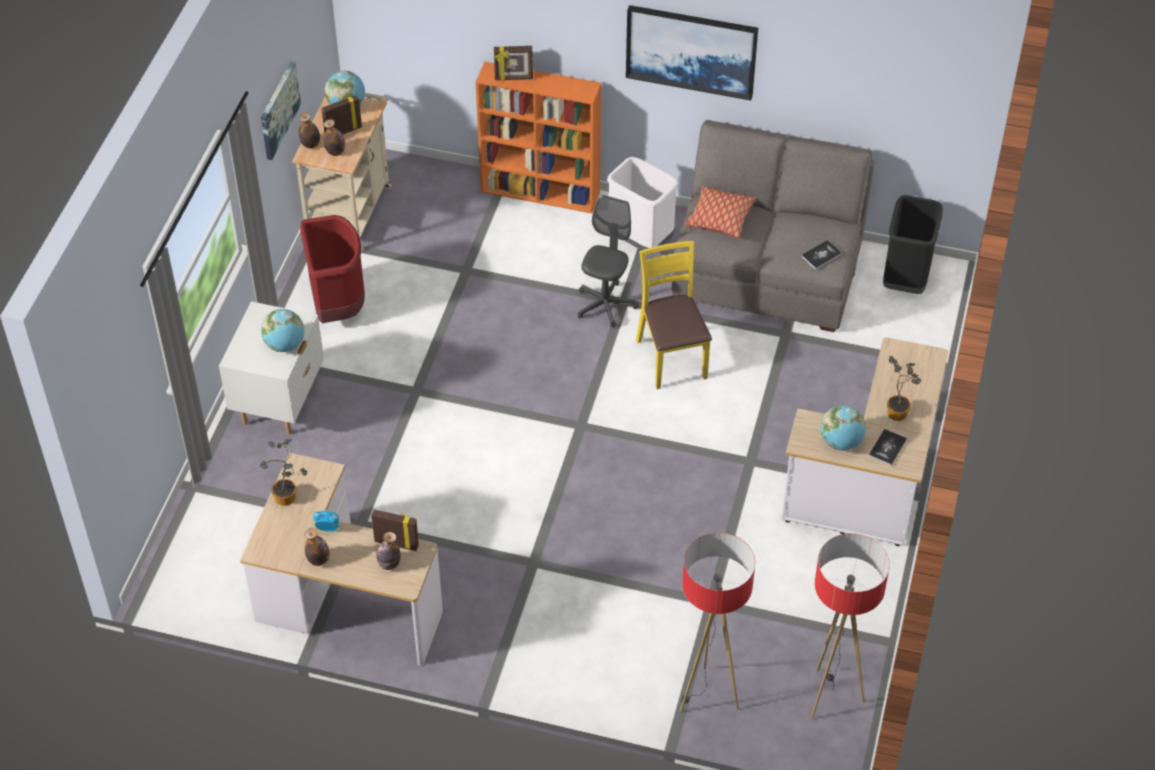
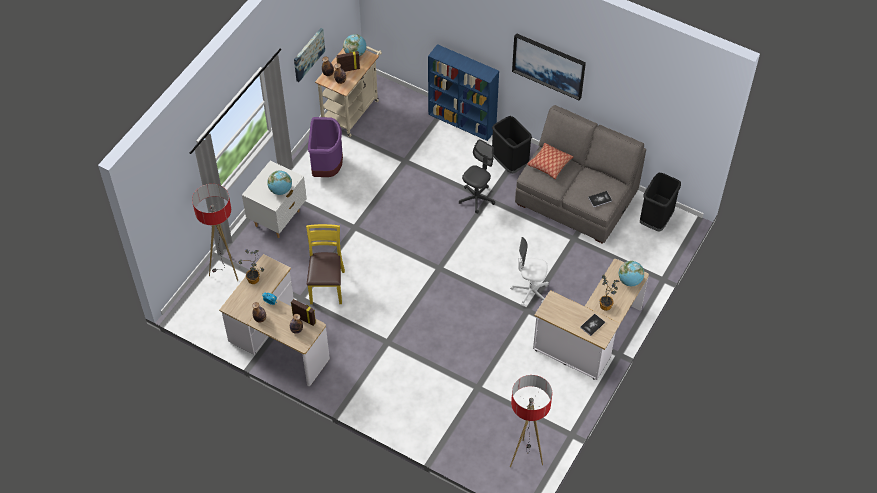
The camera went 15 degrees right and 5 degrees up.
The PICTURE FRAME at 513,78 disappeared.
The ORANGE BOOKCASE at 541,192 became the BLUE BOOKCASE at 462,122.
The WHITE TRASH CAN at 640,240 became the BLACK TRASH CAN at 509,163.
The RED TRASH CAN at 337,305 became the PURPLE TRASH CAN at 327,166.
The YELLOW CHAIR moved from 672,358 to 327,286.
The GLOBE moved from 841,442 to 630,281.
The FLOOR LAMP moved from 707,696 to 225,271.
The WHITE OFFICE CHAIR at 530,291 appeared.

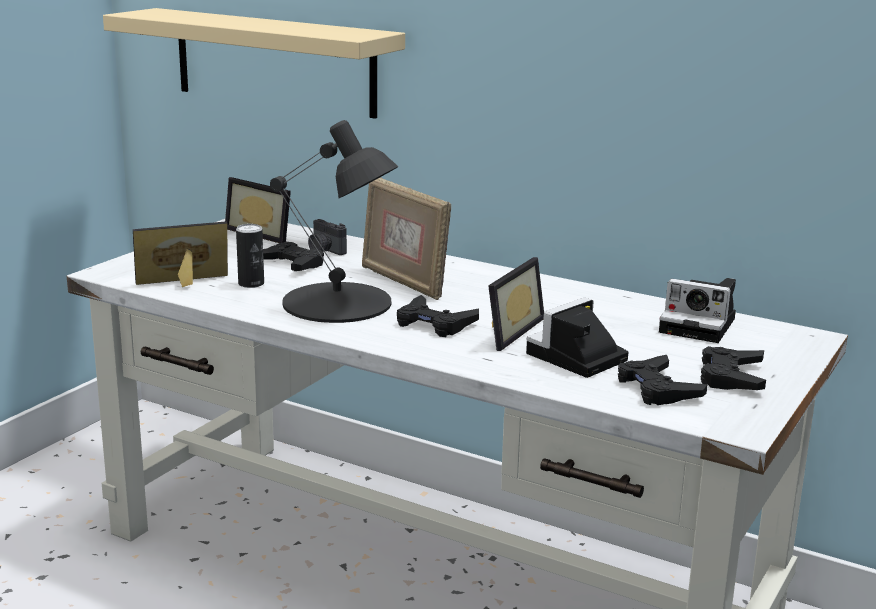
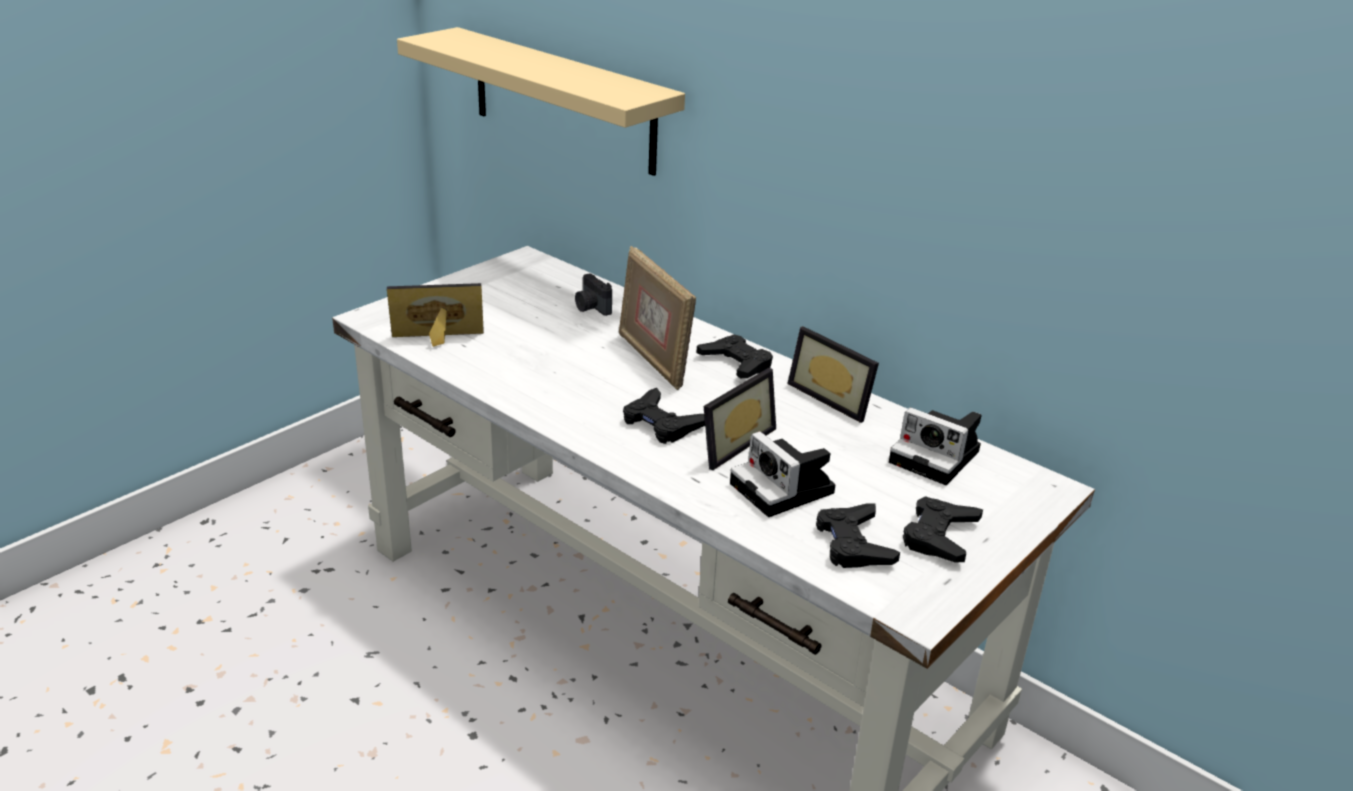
The camera went 10 degrees right and 10 degrees up.
The BLACK TABLE LAMP at 338,303 disappeared.
The PICTURE FRAME moved from 263,233 to 834,397.
The CAN at 251,284 disappeared.
The BLACK GAME CONTROLLER moved from 290,264 to 736,363.
The PHOTO CAMERA at 575,358 turned 90 degrees counterclockwise.

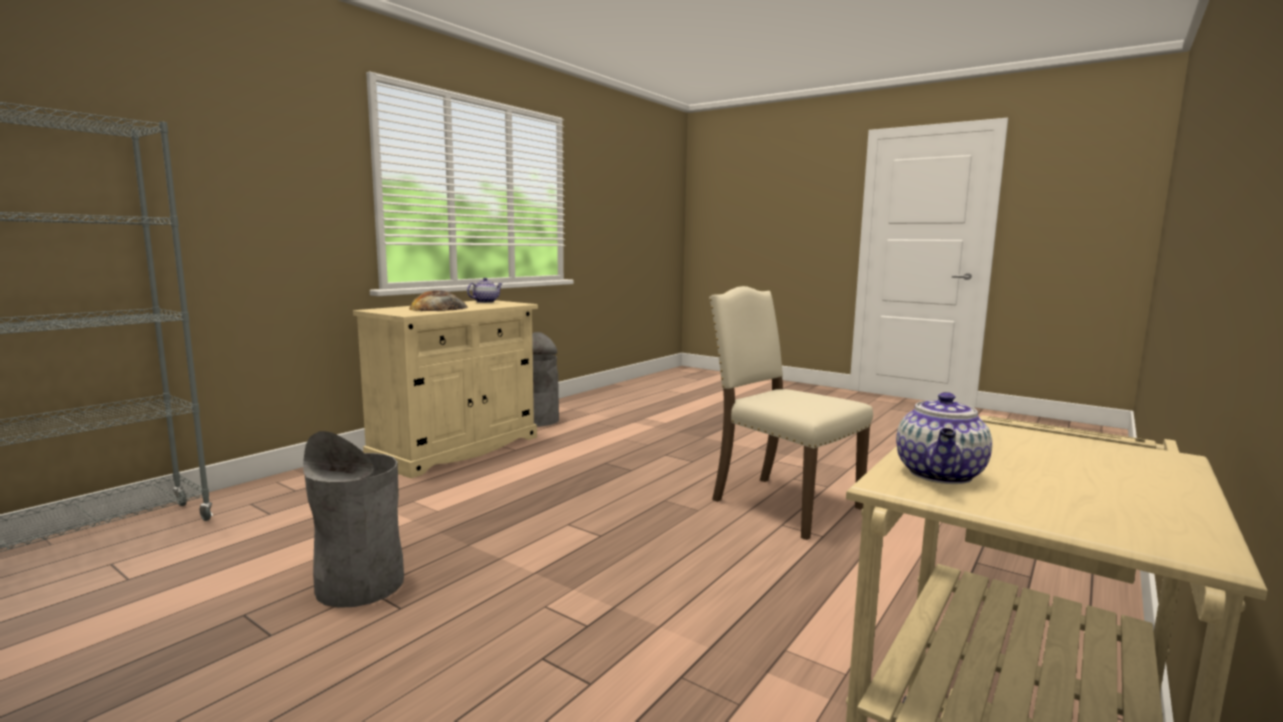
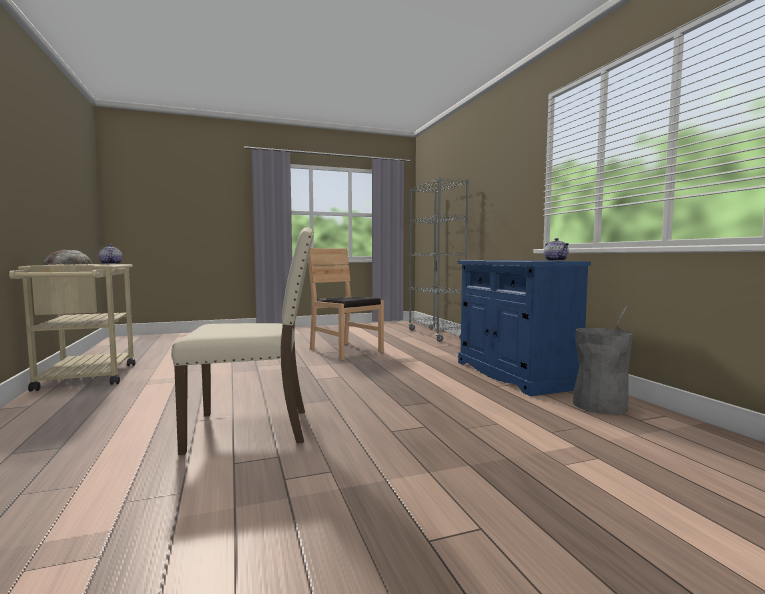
The camera went 125 degrees right and 5 degrees down.
The BREAD moved from 438,308 to 67,264.
The BEIGE CABINET at 456,448 became the BLUE CABINET at 513,374.
The GREY TRASH CAN at 360,585 was replaced by the BROWN CHAIR at 345,351.

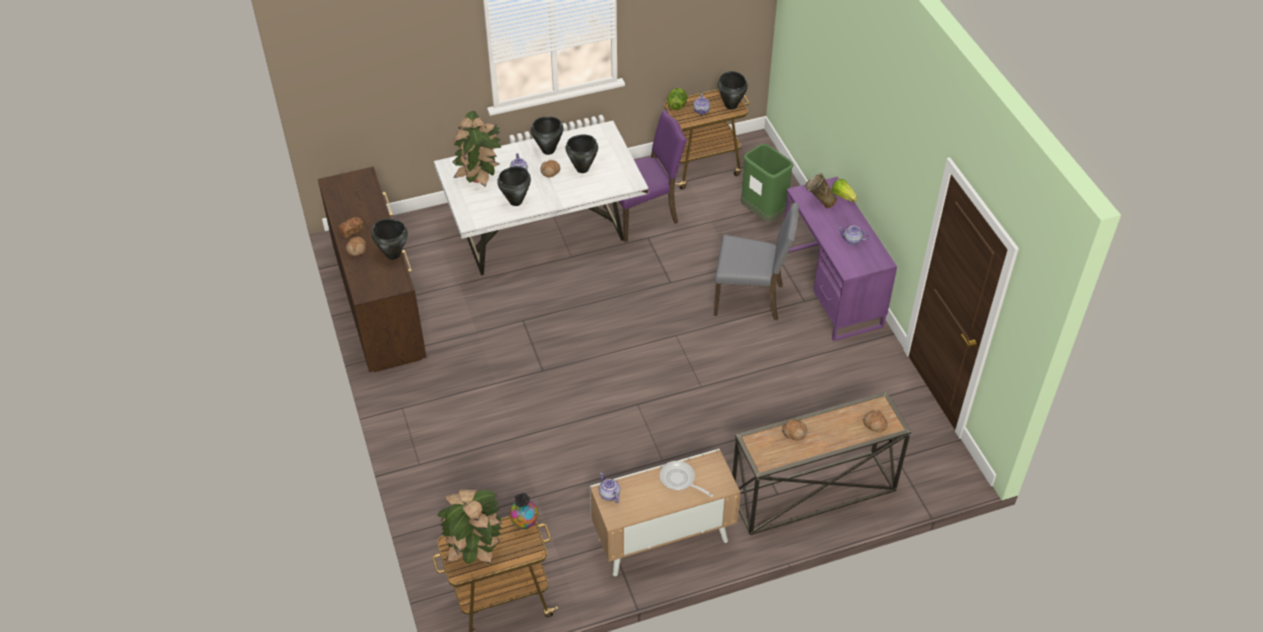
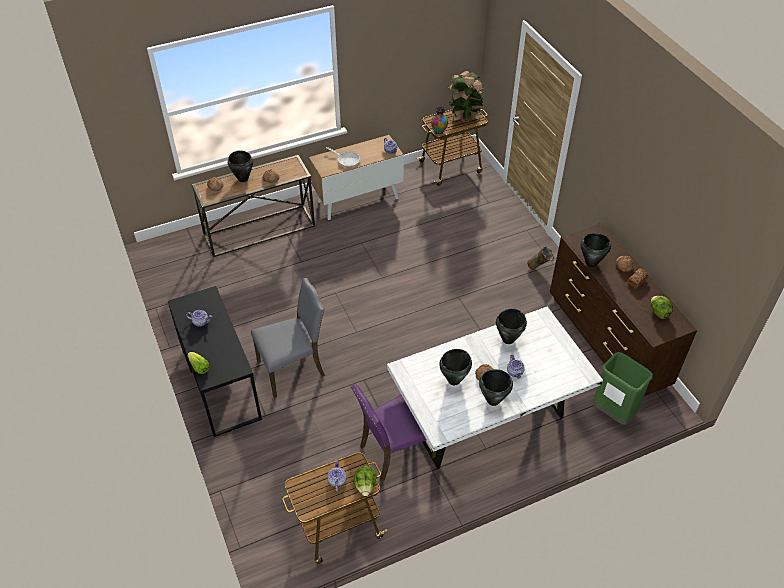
The camera went 175 degrees right and 0 degrees up.
The BLACK COOKING POT moved from 731,105 to 243,179.
The POTTED PLANT at 479,177 disappeared.
The GREEN TRASH CAN moved from 763,214 to 613,412.
The BEIGE VASE moved from 818,204 to 539,268.
The PURPLE DESK at 830,289 became the BLACK DESK at 221,383.
The GREY CHAIR at 750,298 turned 150 degrees clockwise.
The LETTUCE at 658,312 appeared.

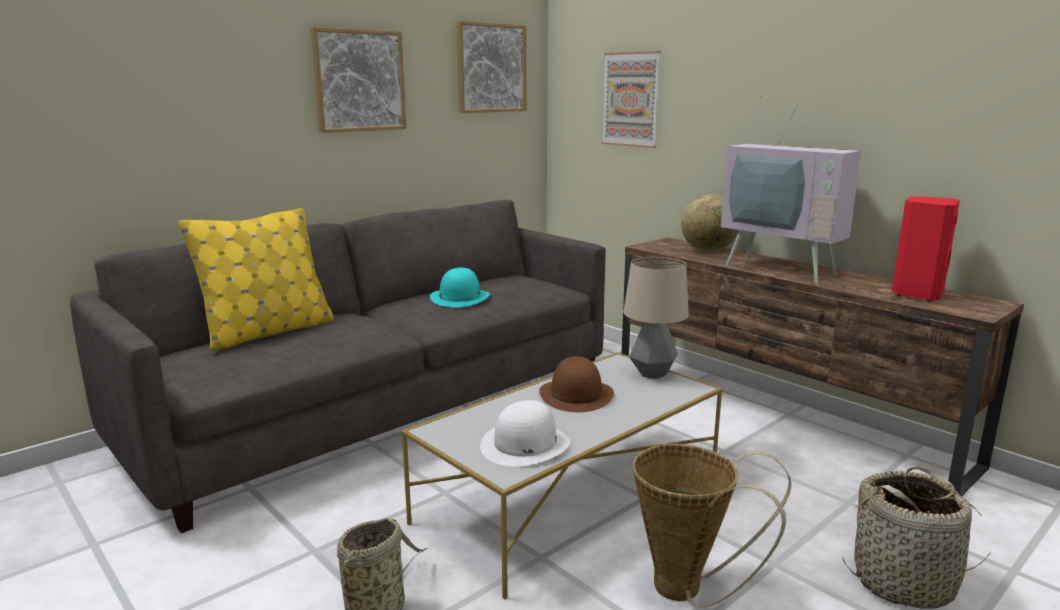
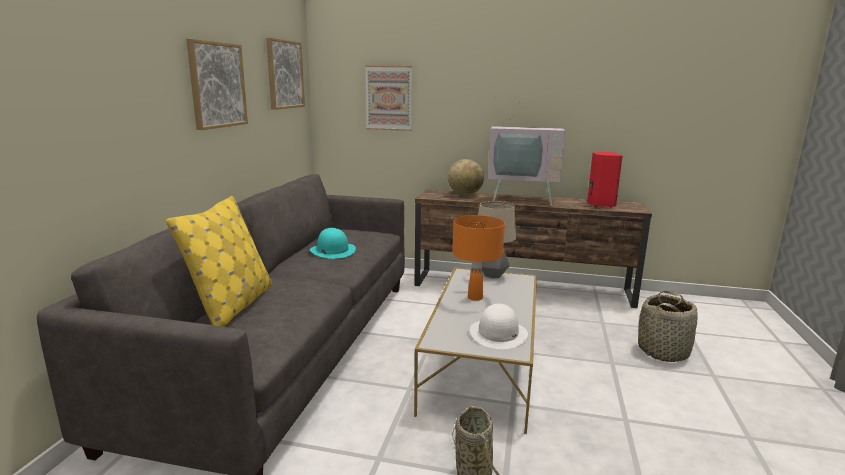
The camera went 35 degrees left and 0 degrees up.
The BROWN HAT at 576,394 was replaced by the ORANGE TABLE LAMP at 475,297.
The BASKET at 688,591 disappeared.

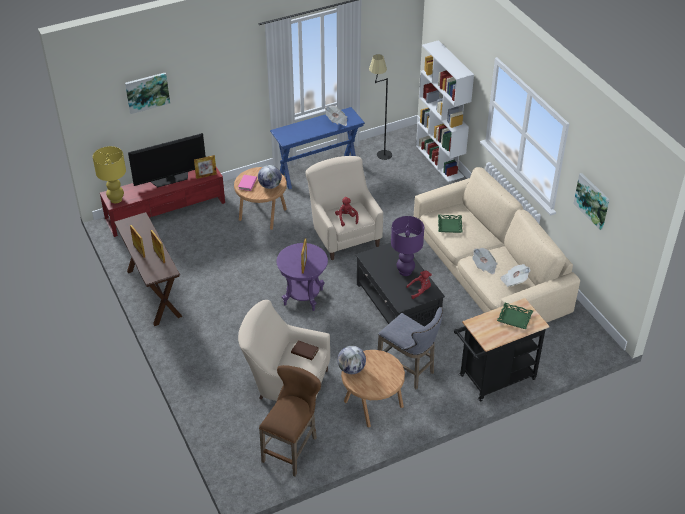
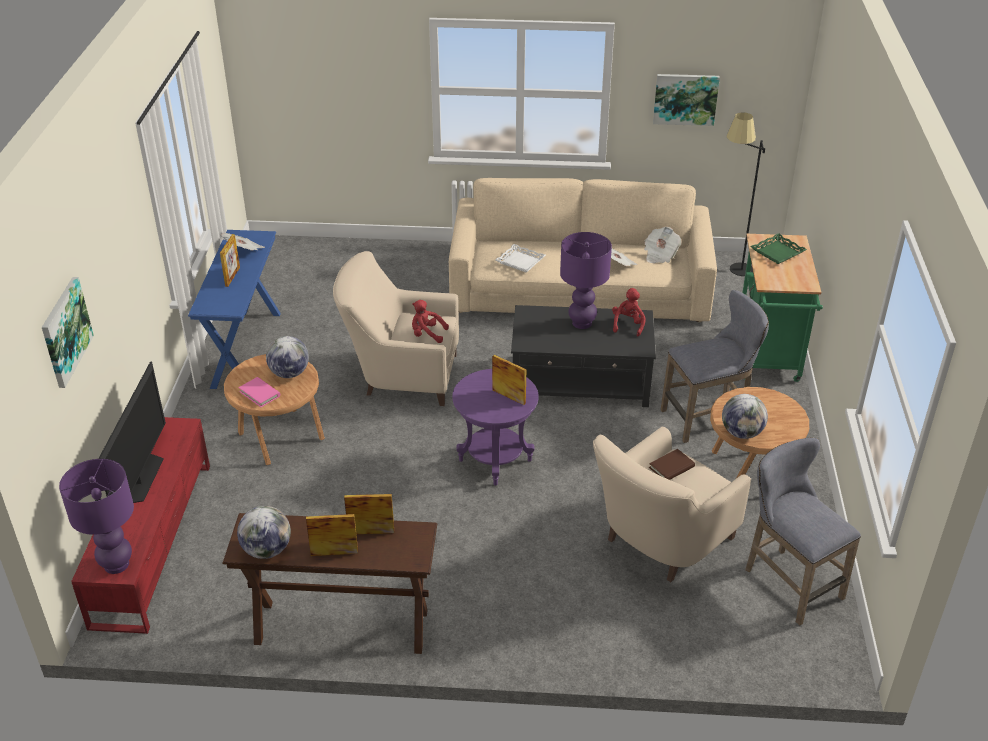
The camera went 60 degrees left and 5 degrees down.
The WHITE BOOKCASE at 440,161 disappeared.
The BLACK FLOOR LAMP moved from 379,151 to 731,271.
The YELLOW TABLE LAMP at 116,199 became the PURPLE TABLE LAMP at 116,564.
The PICTURE FRAME moved from 206,176 to 232,276.
The GREEN TRAY at 450,226 became the WHITE TRAY at 520,261.
The BLACK CART at 493,379 became the GREEN CART at 768,357.
The BROWN STOOL at 292,448 became the GREY STOOL at 788,581.
The GLOBE at 267,550 appeared.

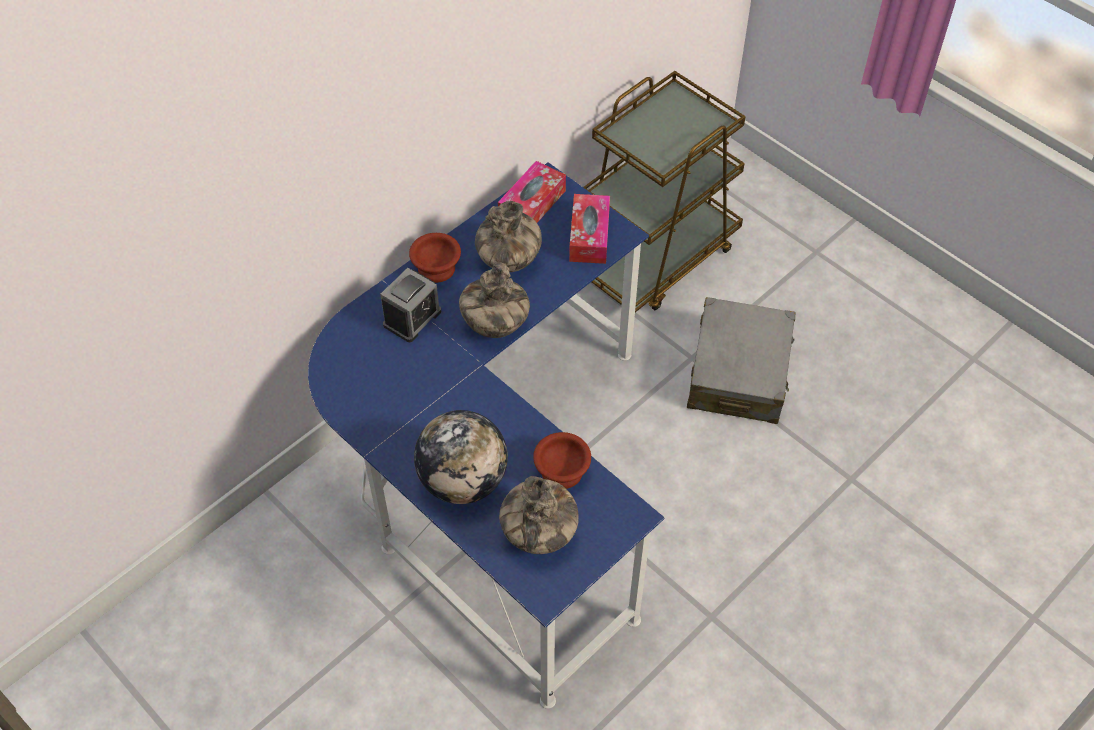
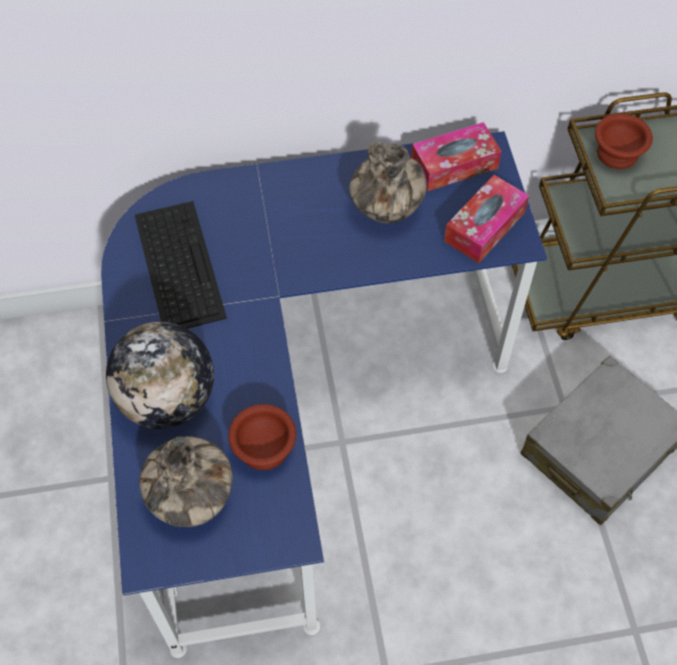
The camera went 35 degrees right and 5 degrees up.
The BROWN BOWL moved from 437,267 to 619,153.
The VASE at 495,325 disappeared.
The ALARM CLOCK at 412,318 disappeared.
The KEYBOARD at 178,264 appeared.

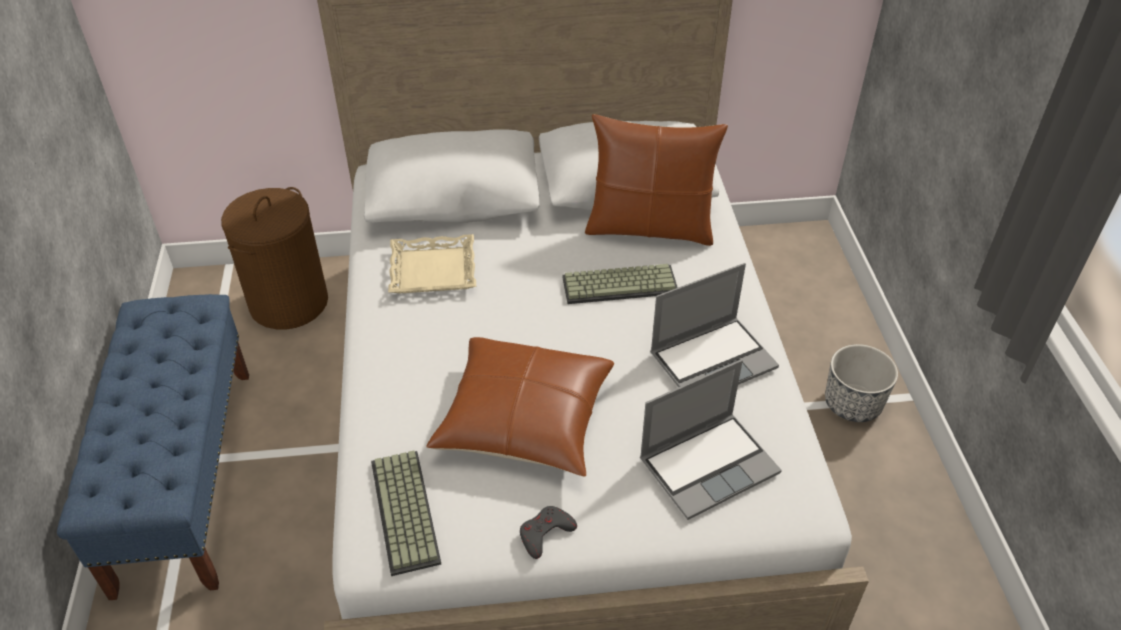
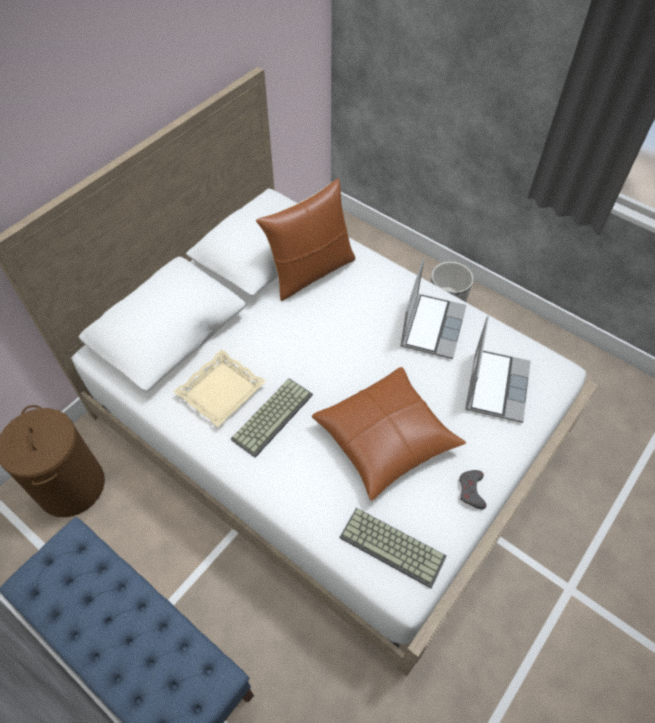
The camera went 45 degrees left and 10 degrees up.
The KEYBOARD moved from 620,284 to 272,415.

